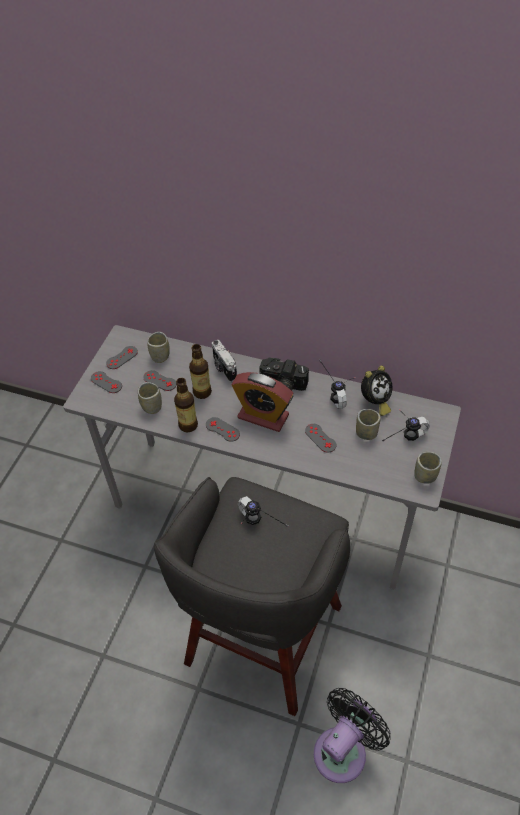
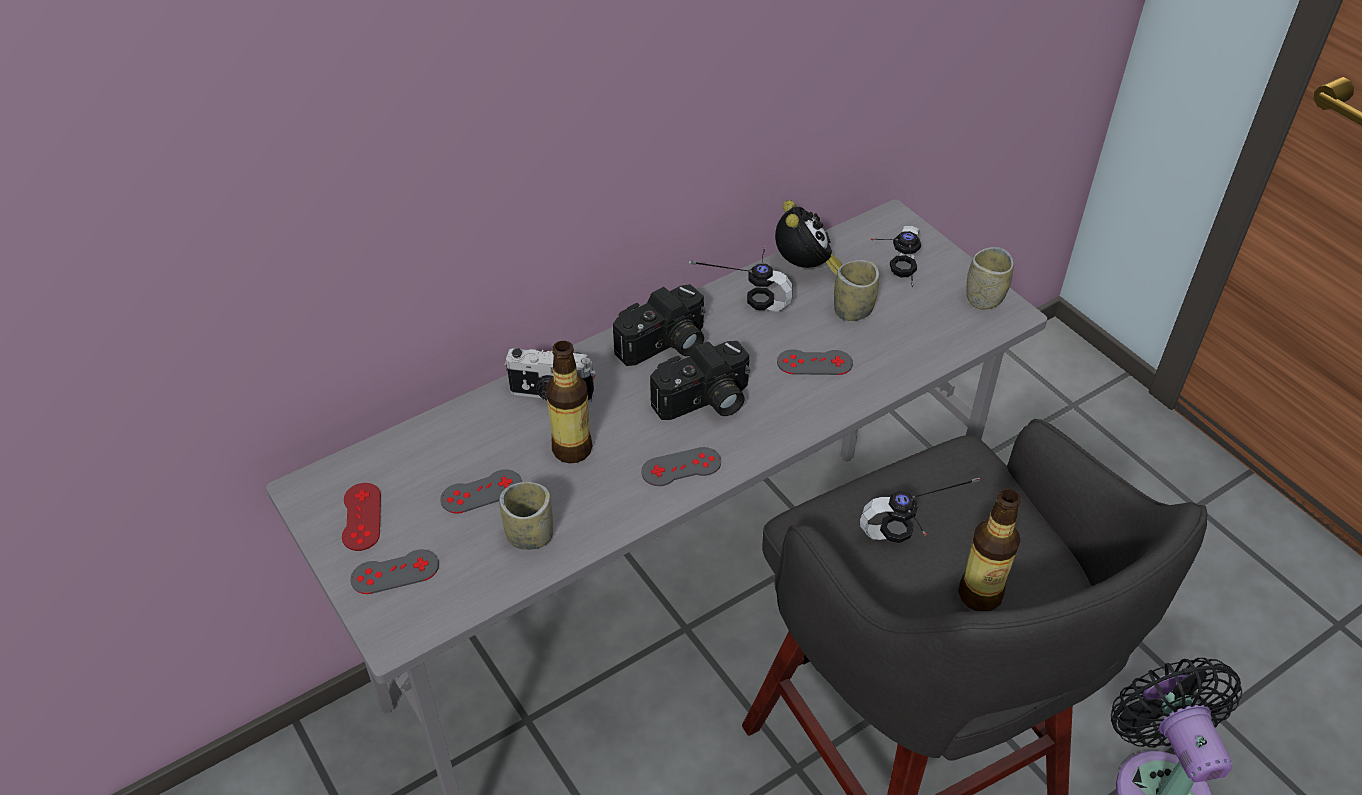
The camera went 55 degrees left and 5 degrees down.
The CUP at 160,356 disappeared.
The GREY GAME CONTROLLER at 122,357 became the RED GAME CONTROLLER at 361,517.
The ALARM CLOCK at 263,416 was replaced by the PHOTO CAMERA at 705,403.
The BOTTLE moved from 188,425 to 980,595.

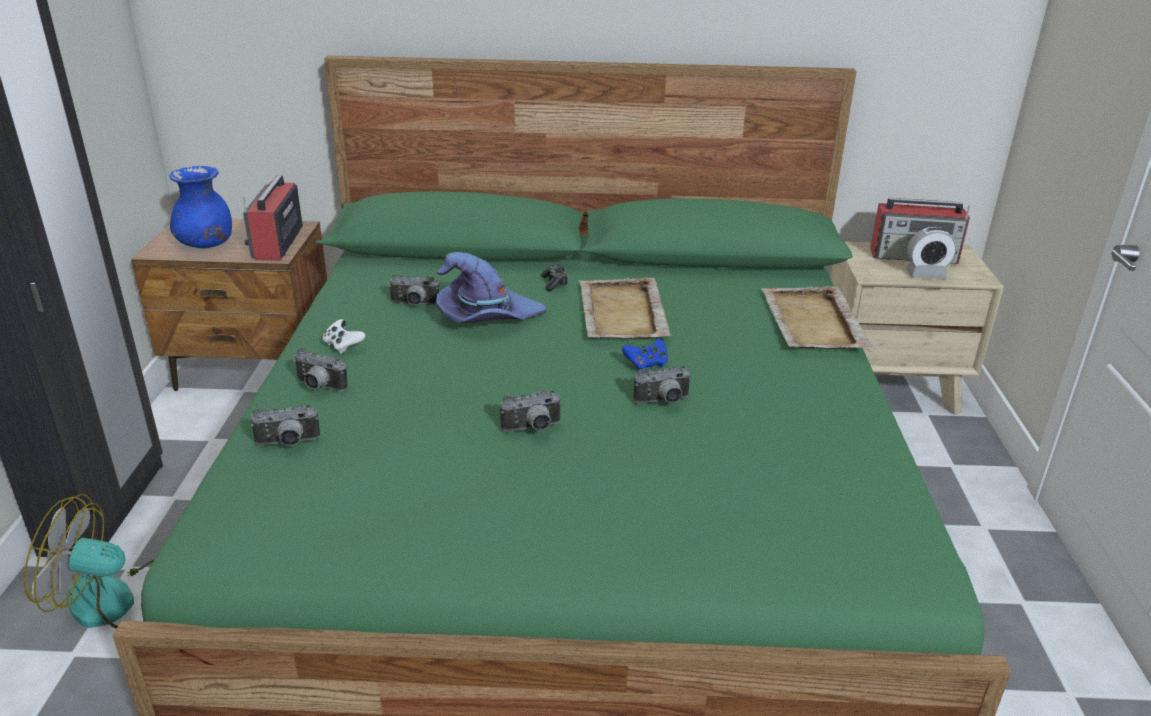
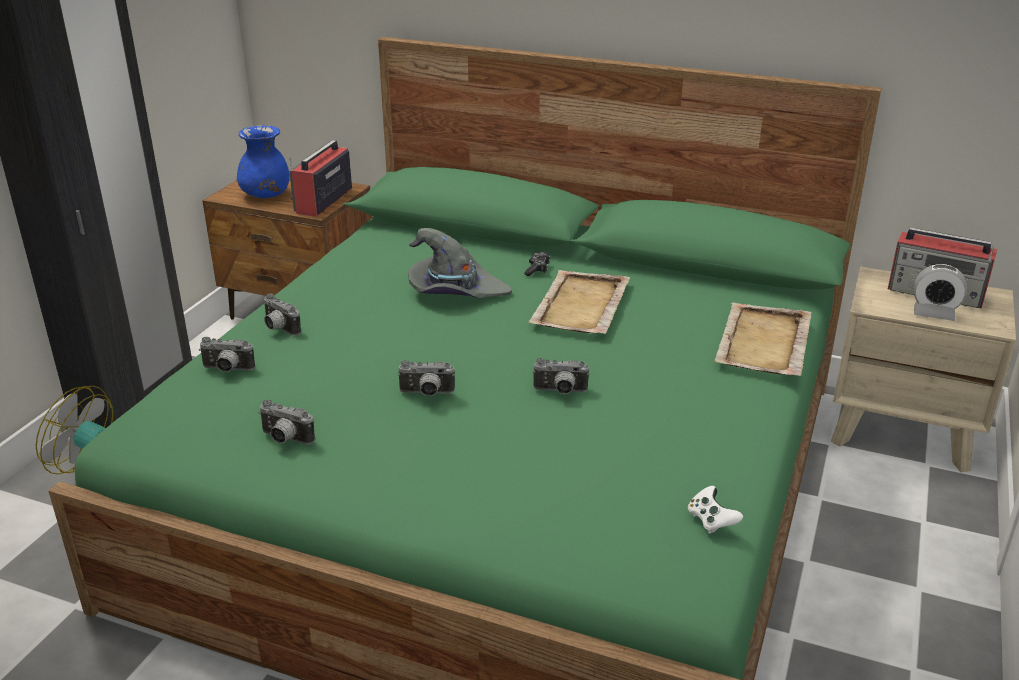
The camera went 20 degrees right and 0 degrees up.
The PURPLE HAT at 487,317 became the GREY HAT at 455,291.
The PHOTO CAMERA moved from 414,304 to 284,439.
The WHITE GAME CONTROLLER moved from 343,345 to 711,521.
The BLUE GAME CONTROLLER at 646,364 disappeared.

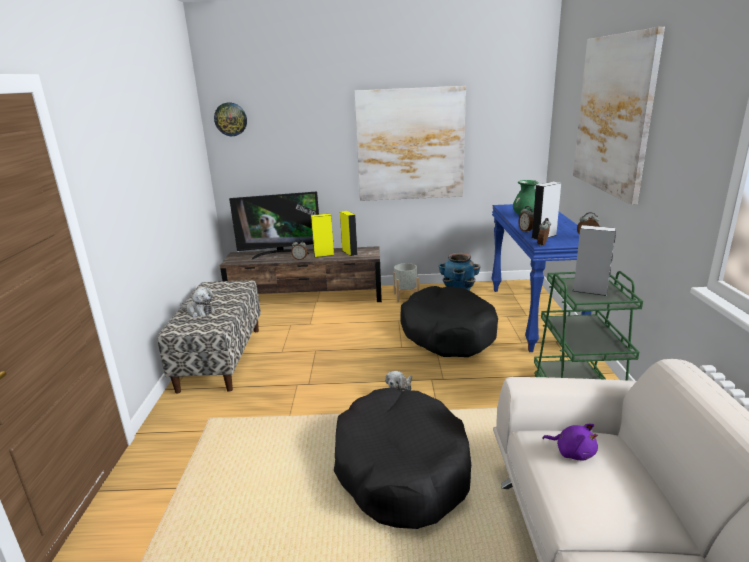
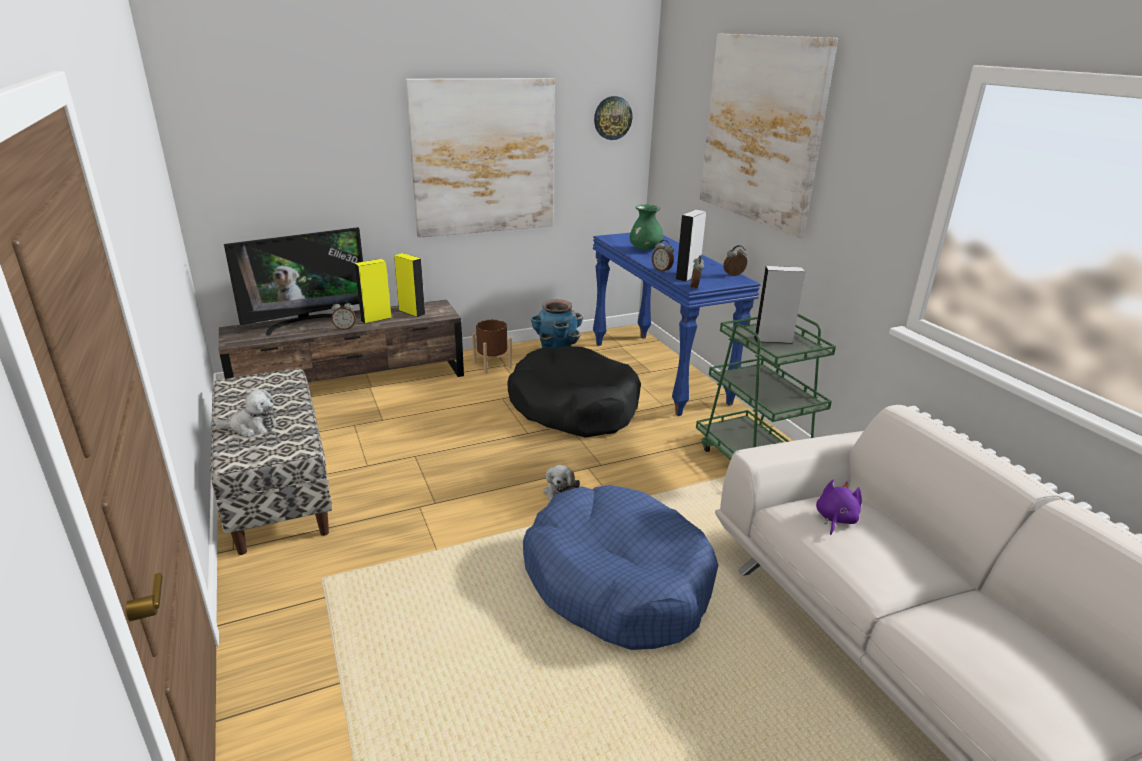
The camera went 25 degrees left and 5 degrees up.
The WALL CLOCK moved from 230,119 to 612,118.
The GREY PLANTER at 406,297 became the BROWN PLANTER at 492,365.
The BLACK DOG BED at 400,468 became the BLUE DOG BED at 616,582.
The PURPLE PLUSH TOY at 572,452 turned 75 degrees counterclockwise.

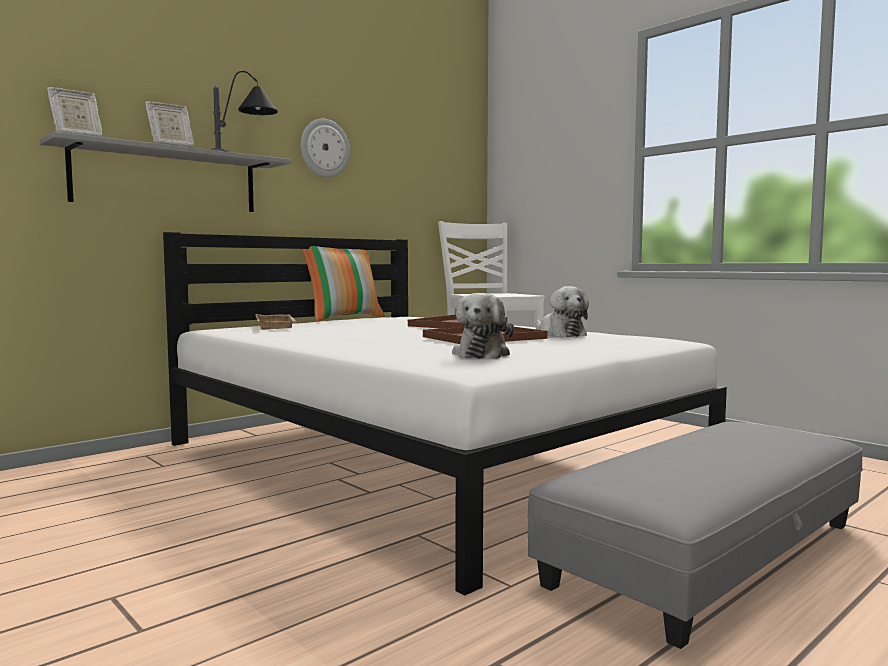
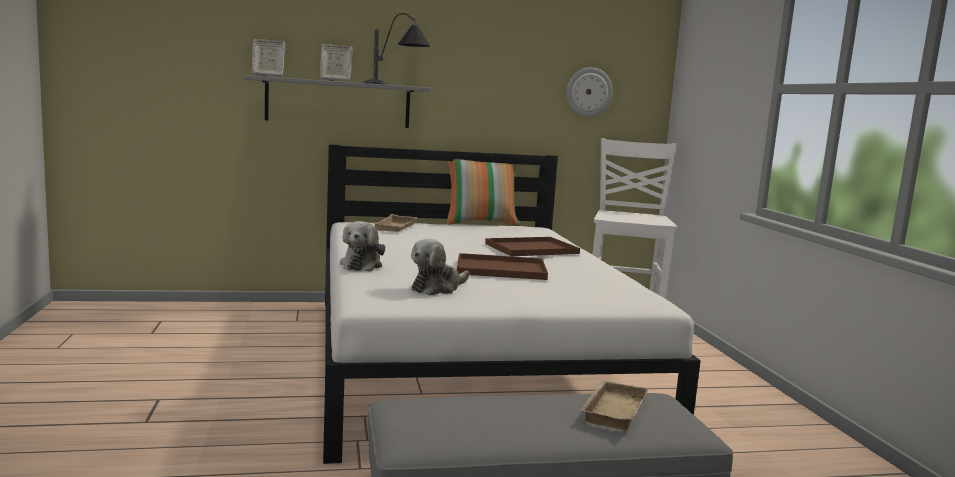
The camera went 30 degrees right and 5 degrees up.
The WALL CLOCK moved from 324,148 to 588,92.
The PLUSH TOY moved from 559,334 to 362,265.
The BEIGE TRAY at 612,409 appeared.

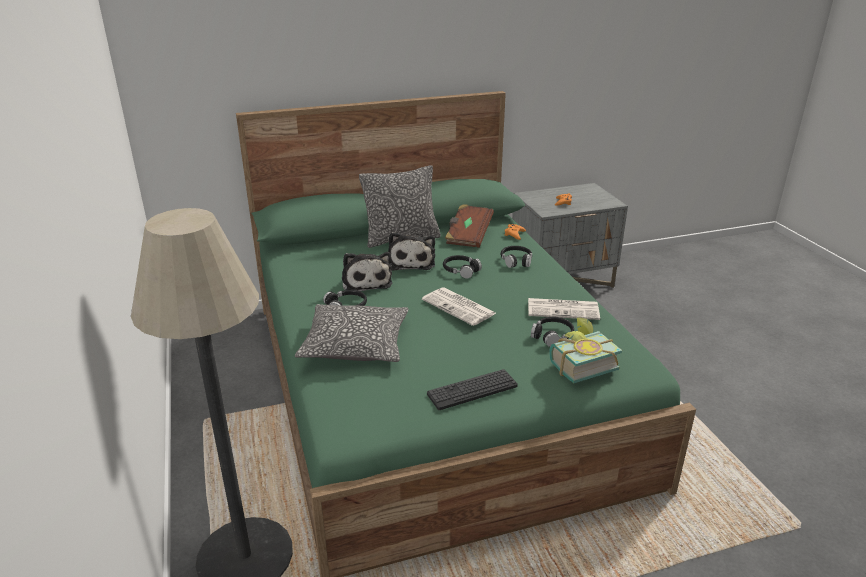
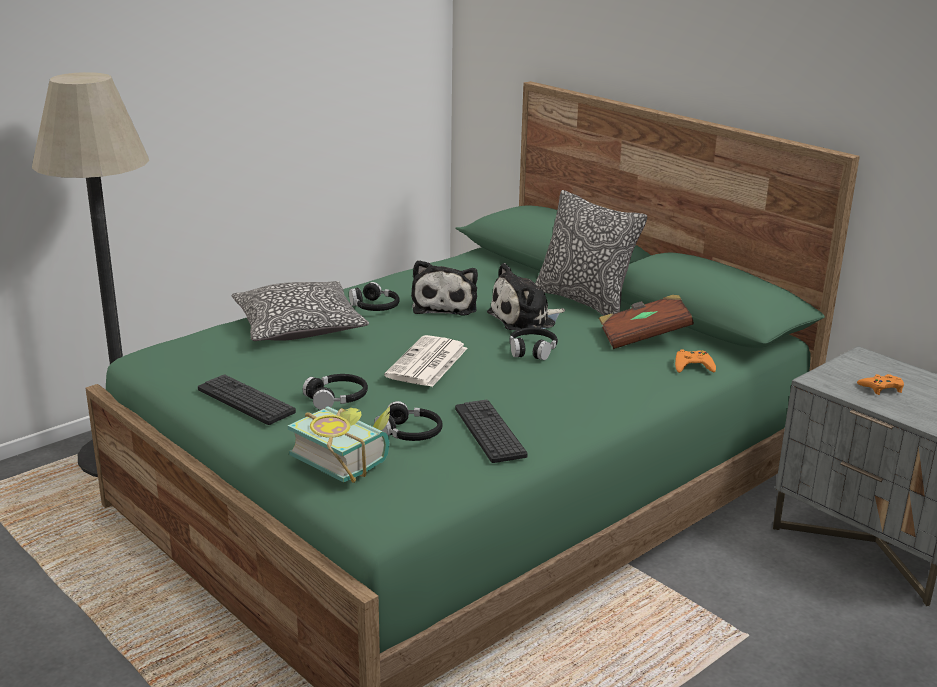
The camera went 65 degrees right and 5 degrees down.
The BLACK HEADPHONES moved from 516,261 to 337,398.
The PLUSH TOY at 366,281 turned 45 degrees counterclockwise.
The NEWSPAPER at 564,309 was replaced by the KEYBOARD at 489,432.

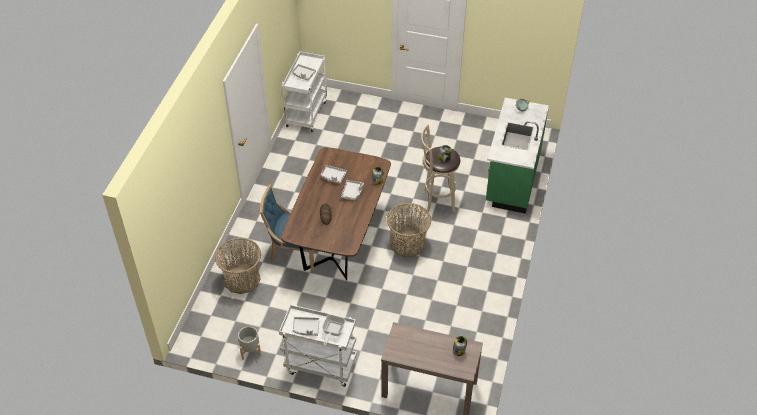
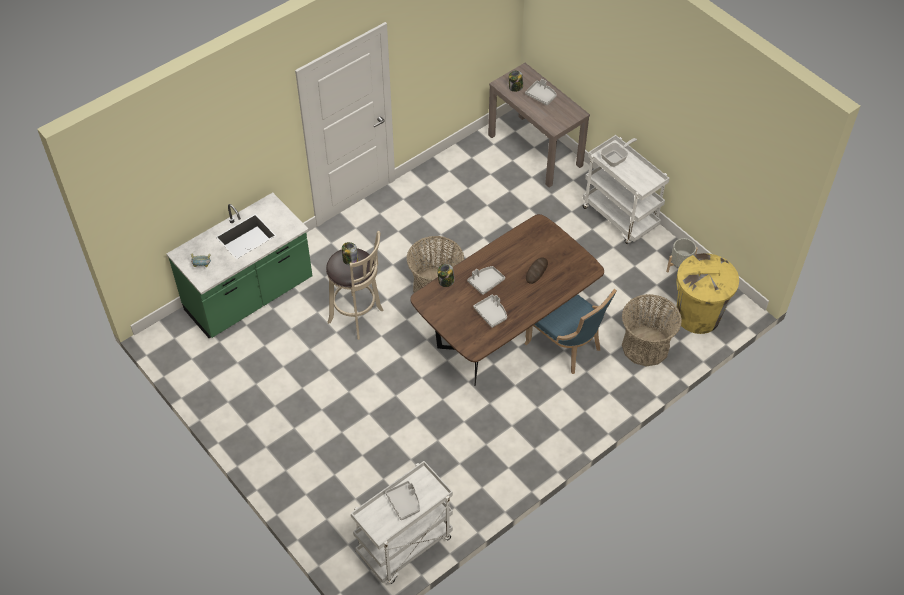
The camera went 145 degrees left and 5 degrees up.
The GREY TRAY moved from 306,328 to 541,96.
The YELLOW TRASH CAN at 698,316 appeared.

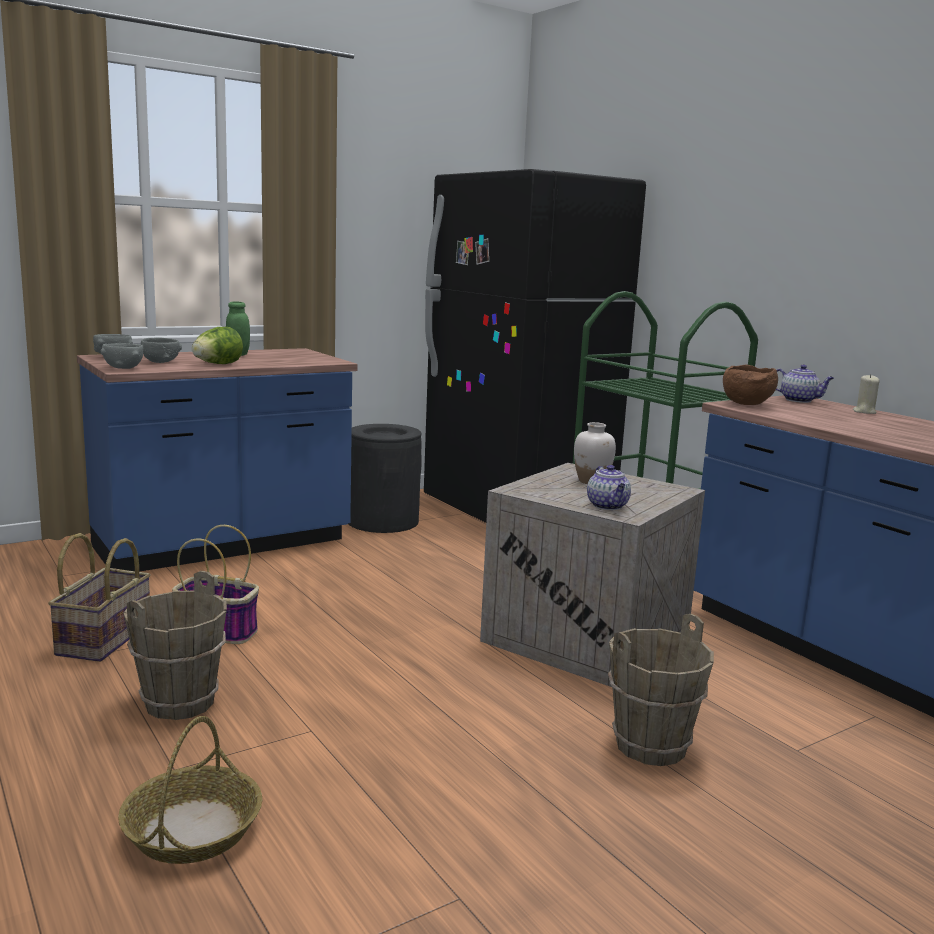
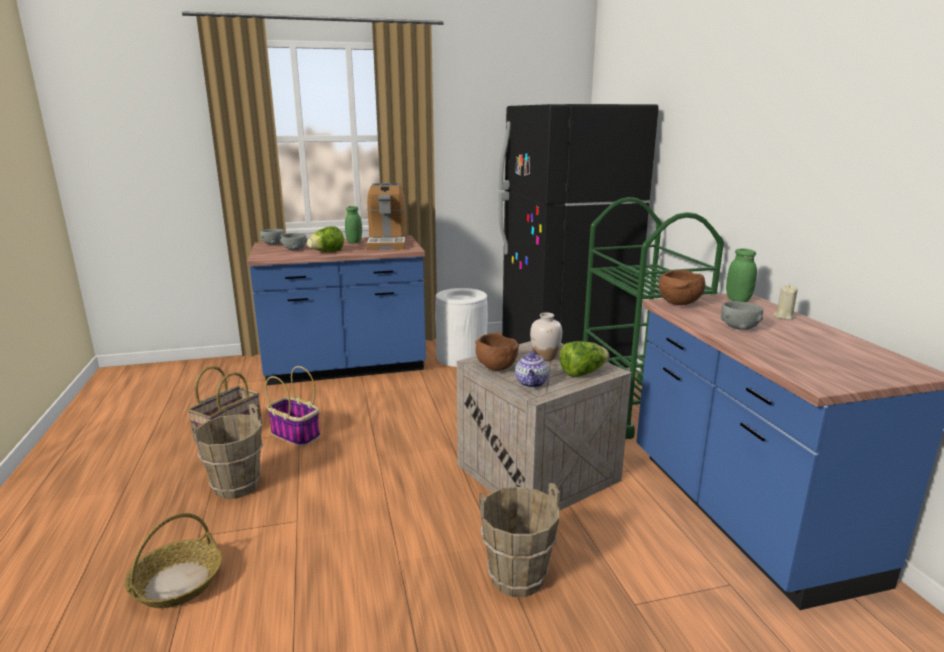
The camera went 20 degrees right and 5 degrees up.
The GREY BOWL moved from 123,368 to 739,327.
The TEAPOT at 799,400 was replaced by the GREEN JAR at 738,300.
The BLACK TRASH CAN at 382,521 became the WHITE TRASH CAN at 461,357.
The COFFEE MACHINE at 387,243 appeared.
The BROWN BOWL at 495,368 appeared.
The LETTUCE at 582,373 appeared.

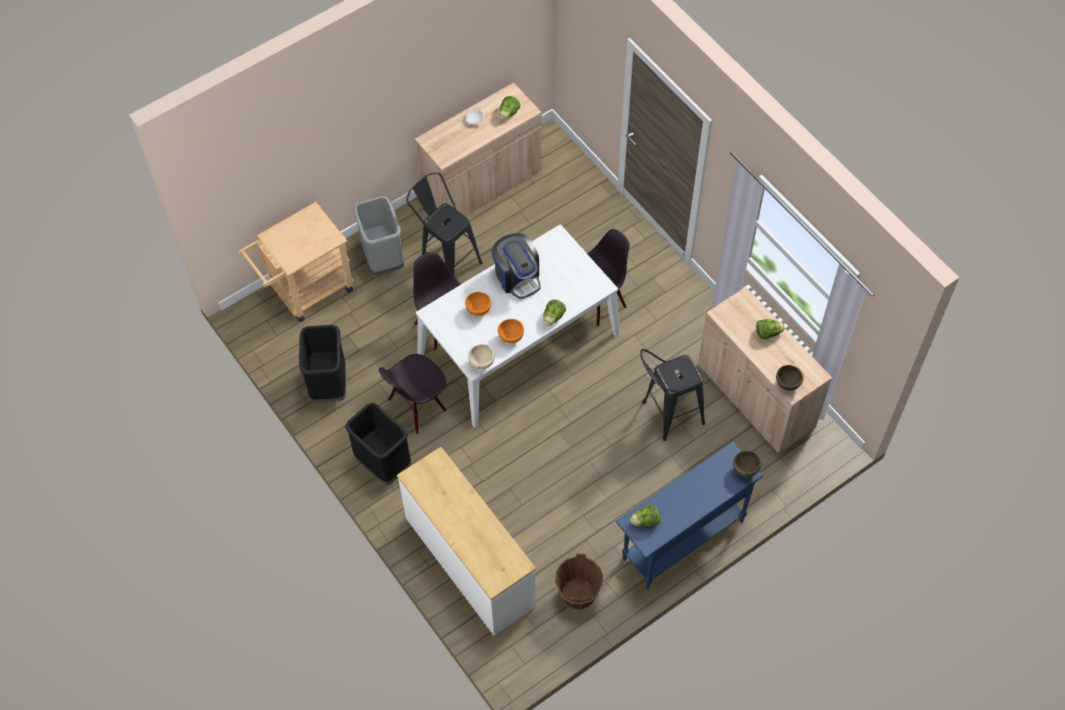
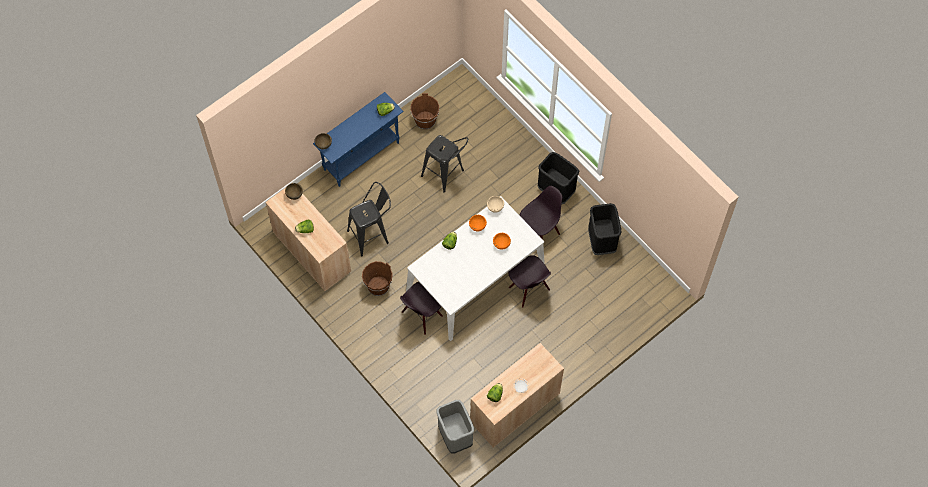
The camera went 175 degrees right and 5 degrees up.
The BLACK STOOL moved from 446,261 to 446,176.
The GREY TRASH CAN moved from 383,259 to 455,436.
The BEIGE CART at 305,291 disappeared.
The COFFEE MACHINE at 517,277 disappeared.
The WHITE DRESSER at 469,562 disappeared.
The BROWN BUCKET at 378,286 appeared.

